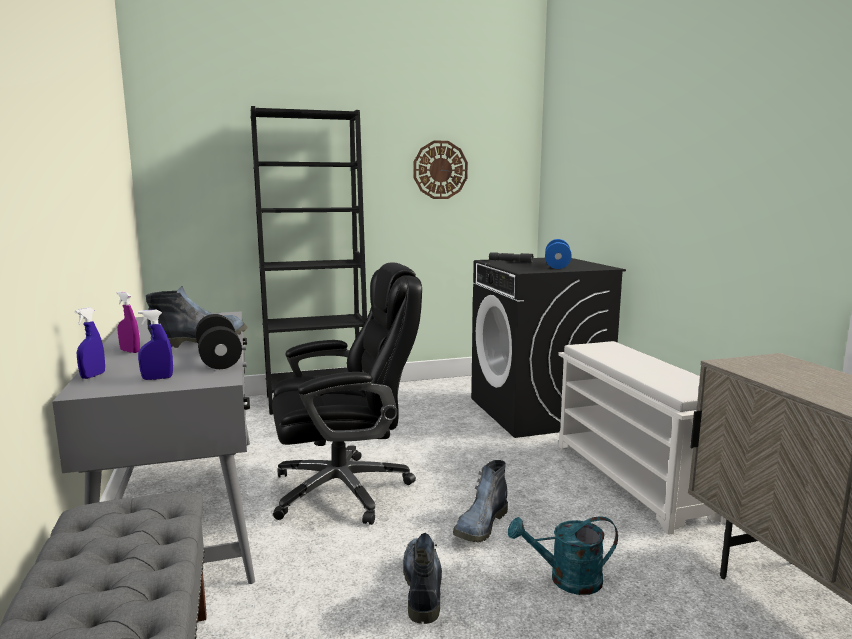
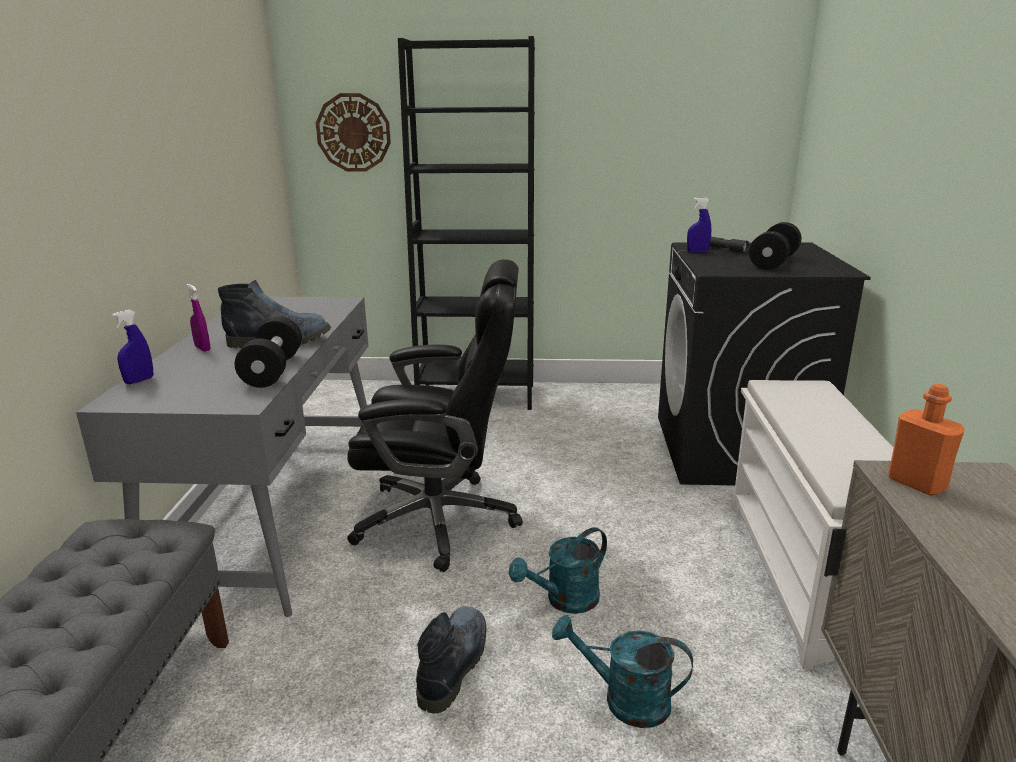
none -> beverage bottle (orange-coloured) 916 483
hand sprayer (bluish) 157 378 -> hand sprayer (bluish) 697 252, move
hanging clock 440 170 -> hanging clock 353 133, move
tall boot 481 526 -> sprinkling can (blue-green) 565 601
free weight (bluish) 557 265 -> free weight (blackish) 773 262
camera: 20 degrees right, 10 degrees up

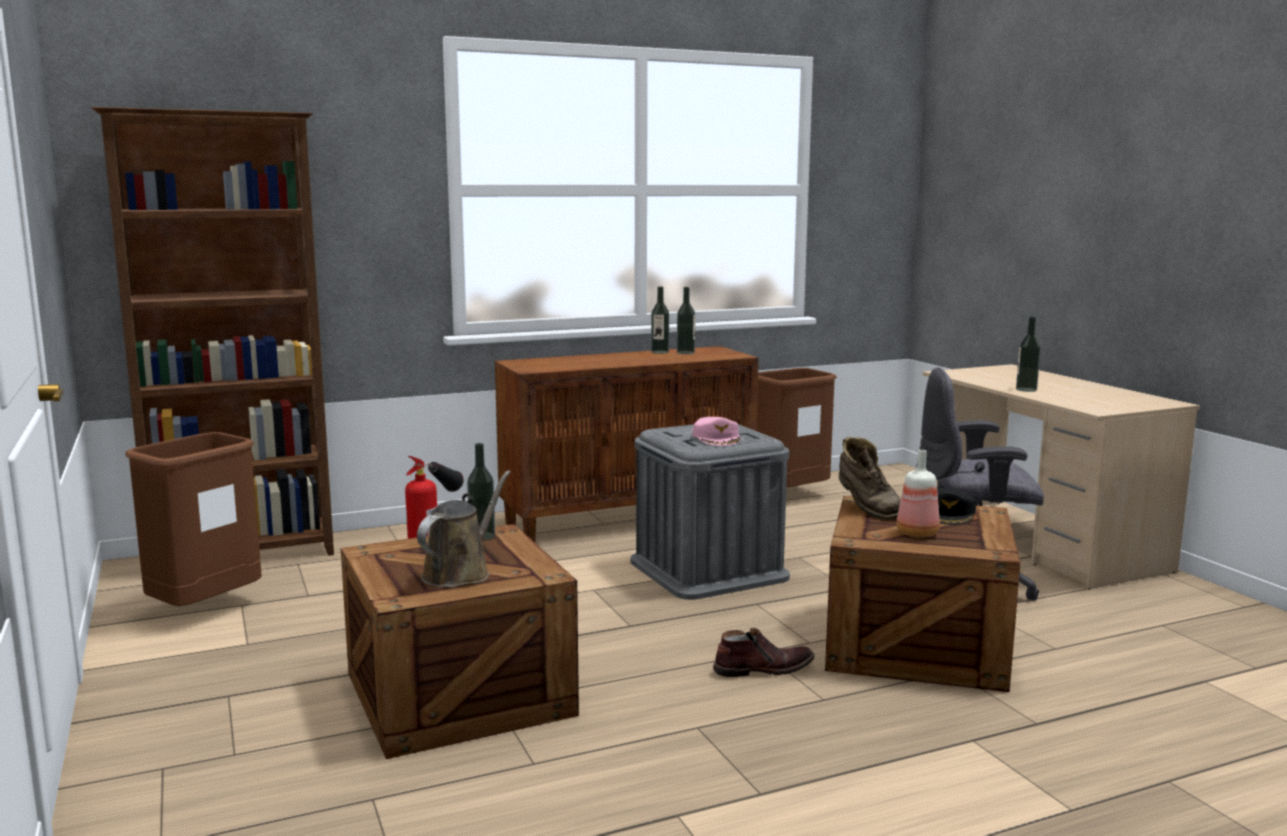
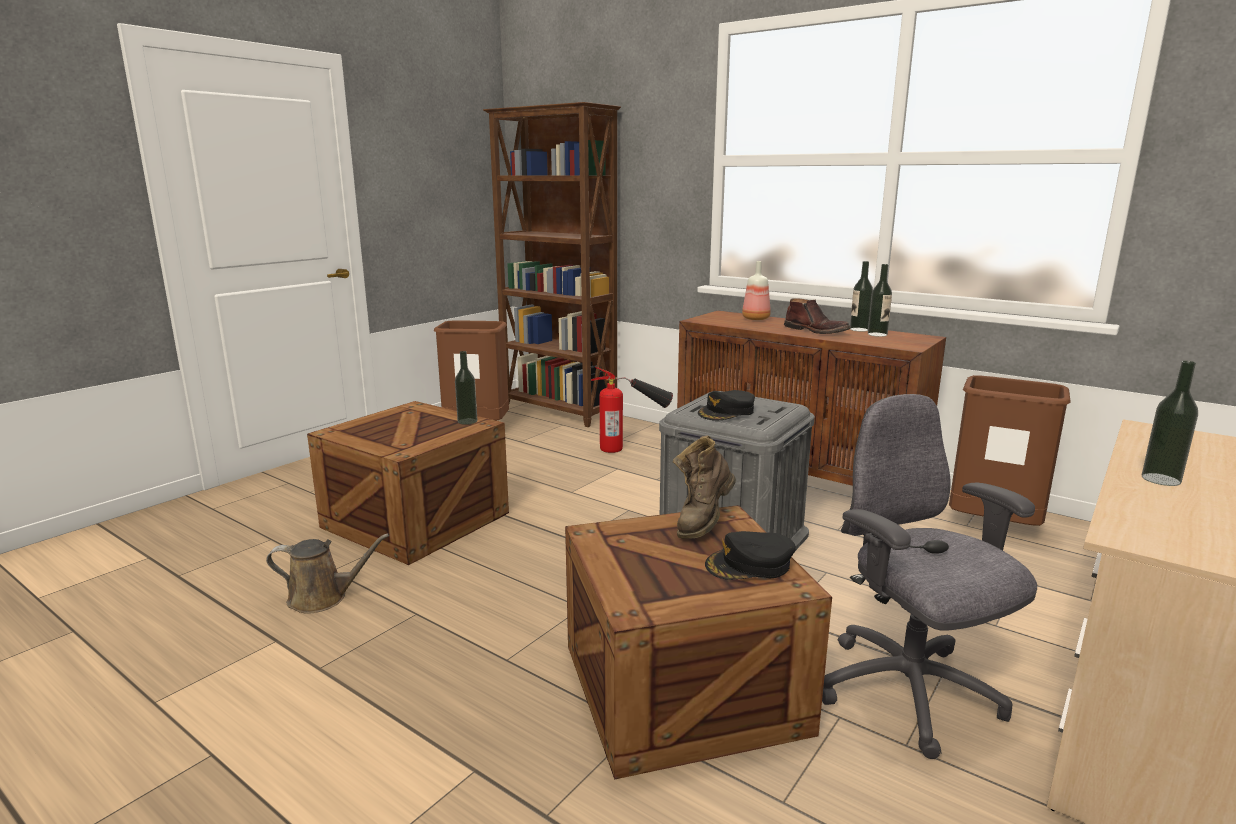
sprinkling can (brown-coloured) 460 573 -> sprinkling can (brown-coloured) 323 598, move
tall boot (brown-coloured) 763 669 -> tall boot (brown-coloured) 816 331, move
beverage bottle 916 533 -> beverage bottle 756 318, move
baseball cap (pinkish) 717 438 -> baseball cap (blackish) 727 412
camera: 60 degrees right, 5 degrees up

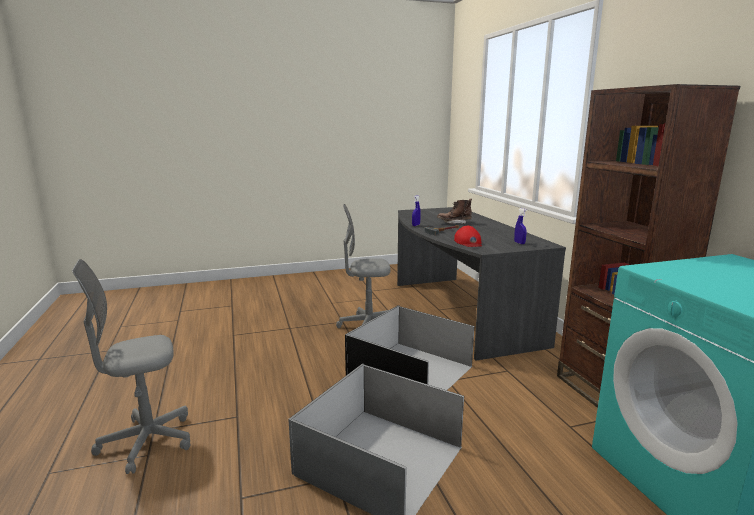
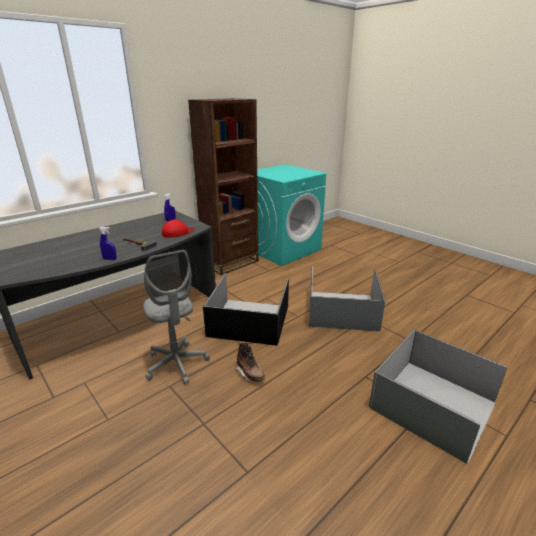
tall boot (brown-coloured) 454 223 -> tall boot (brown-coloured) 250 373, move
desk chair (greyish) 147 442 -> storage container (greyish) 432 406
camera: 115 degrees left, 10 degrees up

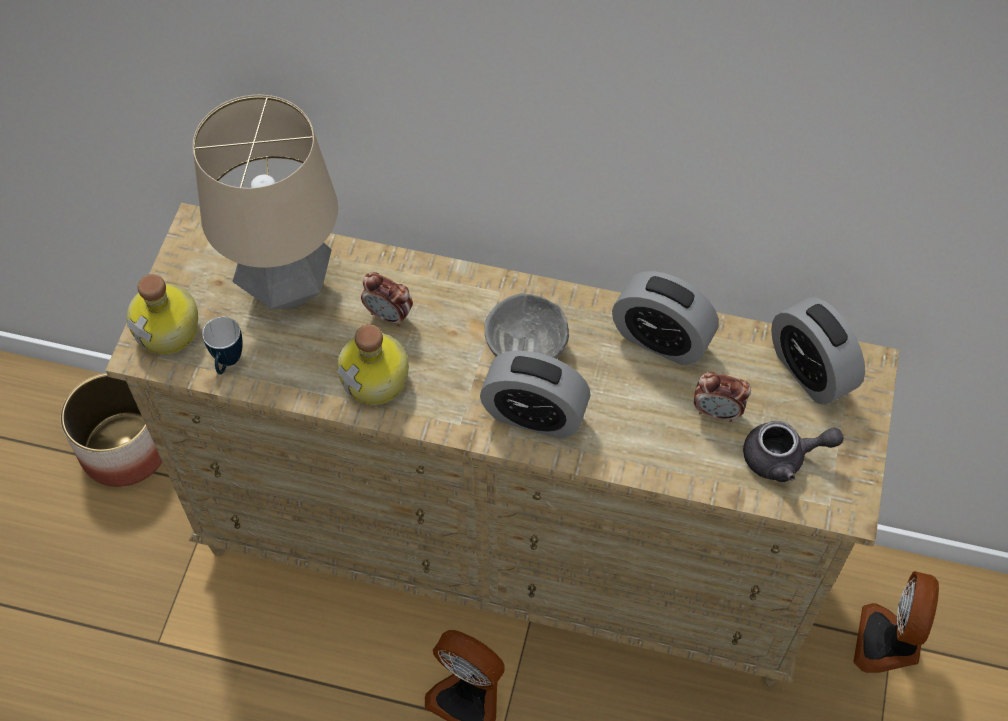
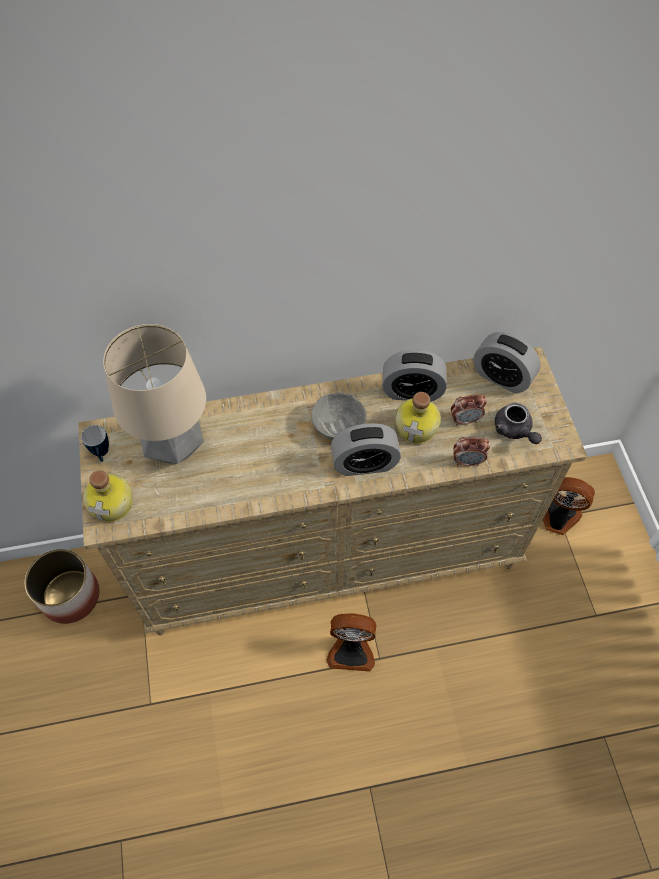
mug 227 363 -> mug 102 455, move
beverage bottle 377 380 -> beverage bottle 417 427, move
bedside clock 389 315 -> bedside clock 467 461, move
tea pot (greyish) 783 457 -> tea pot (greyish) 514 430, 90 degrees clockwise
electric fan 889 642 -> electric fan 558 517, 120 degrees clockwise
camera: 25 degrees left, 0 degrees up

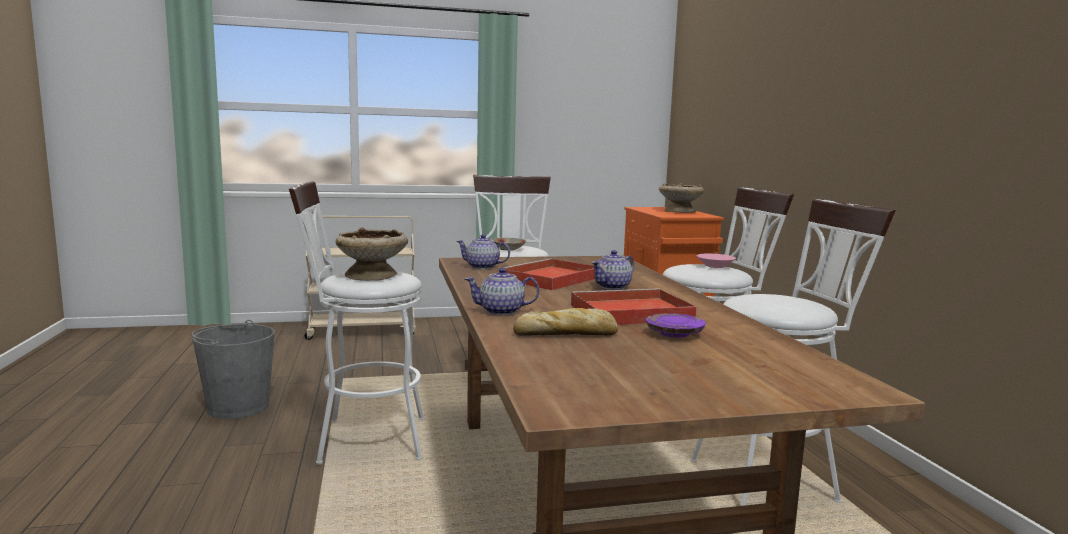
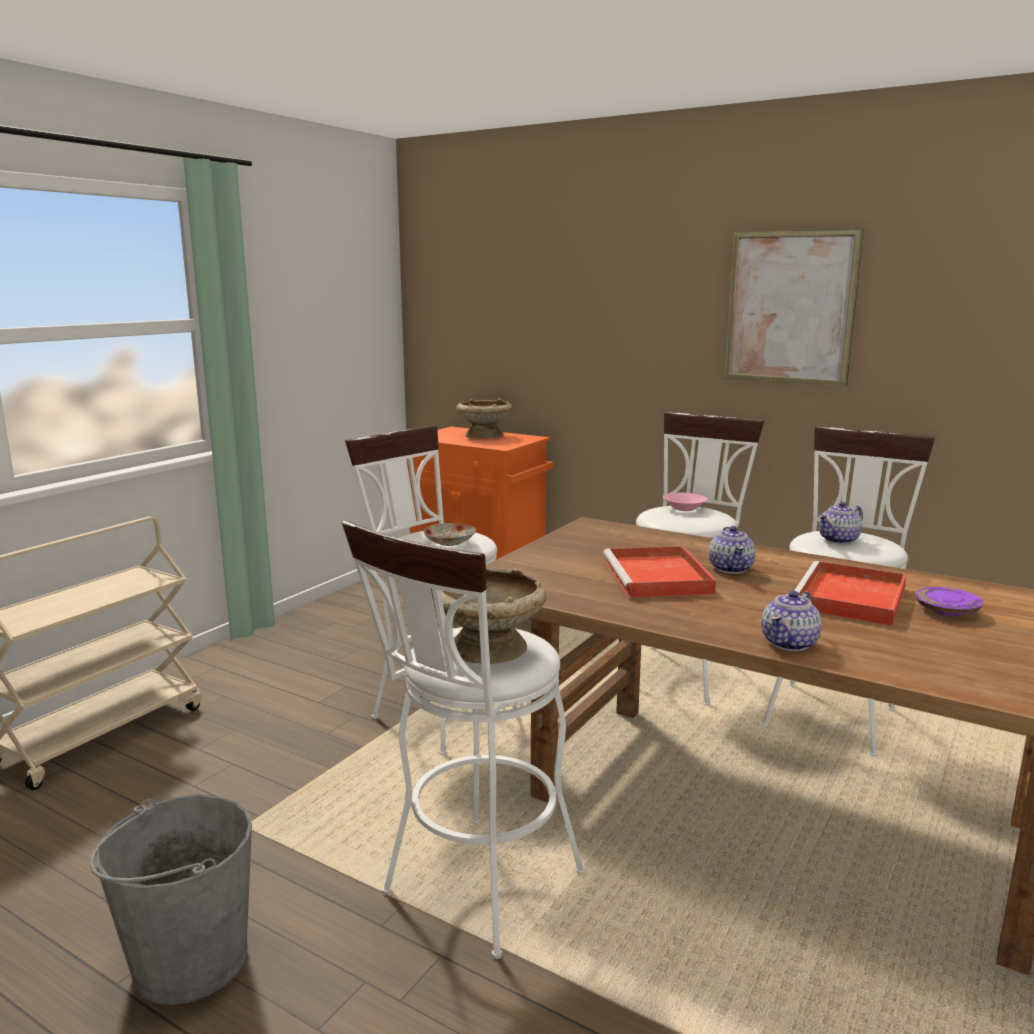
bakery bread 567 333 -> none
none -> wall picture 789 308
tea pot 483 267 -> tea pot 839 540, move
camera: 45 degrees left, 5 degrees up

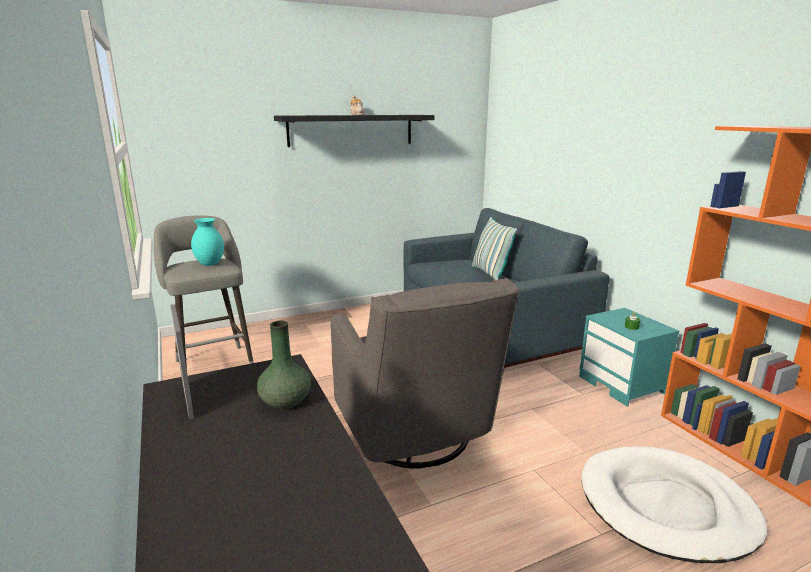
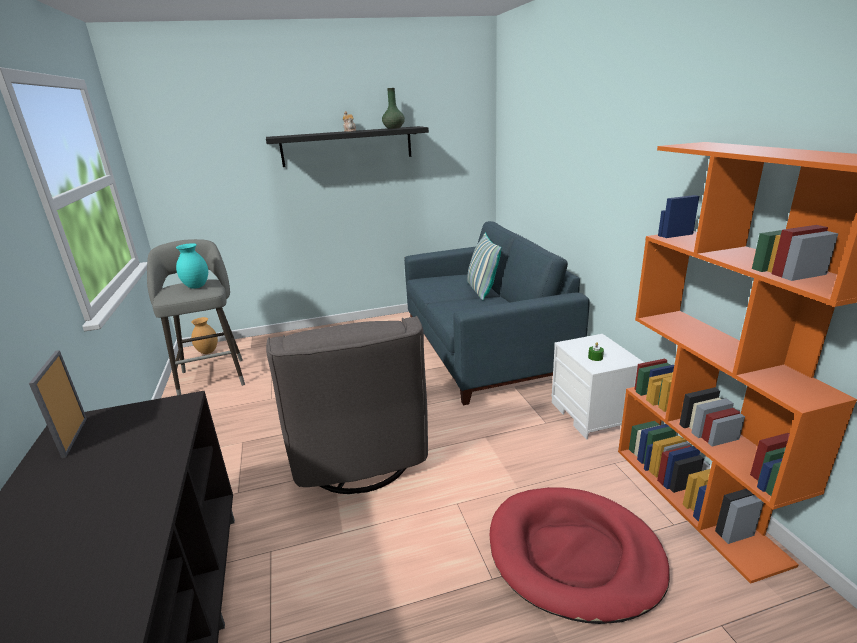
none -> vase (brown-coloured) 208 352
vase (green-coloured) 286 401 -> vase (green-coloured) 394 128, move
nightstand (blue-green) 622 385 -> nightstand (white-coloured) 593 415
pet bed (white-coloured) 666 507 -> pet bed (reddish) 574 555
camera: 10 degrees right, 5 degrees up

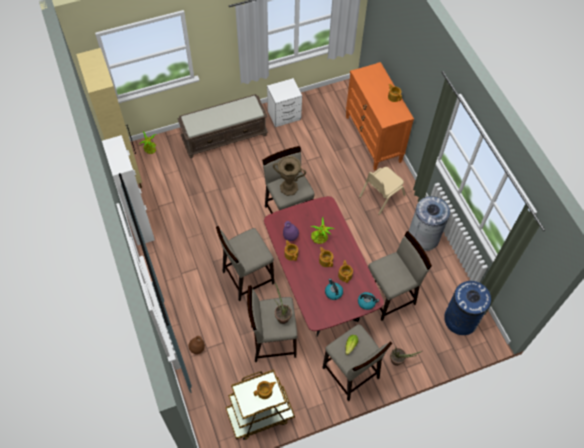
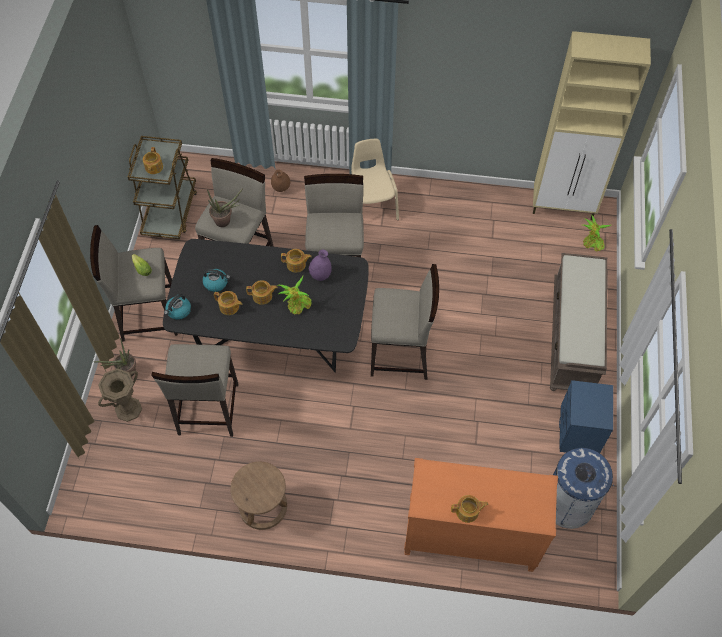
storage cabinet (white-coloured) 141 226 -> none
vase (brown-coloured) 289 188 -> vase (brown-coloured) 128 409, move
chair (beige-coloured) 381 195 -> chair (beige-coloured) 372 203, move
waste bin (bluish) 460 319 -> waste bin (bluish) 568 503, move
waste bin (greyish) 423 237 -> sitting stool (brown-coloured) 263 506
kitchen table (reddish) 319 287 -> kitchen table (blackish) 274 338
nightstand (white-coloured) 285 115 -> nightstand (bluish) 577 433
camera: 120 degrees right, 0 degrees up

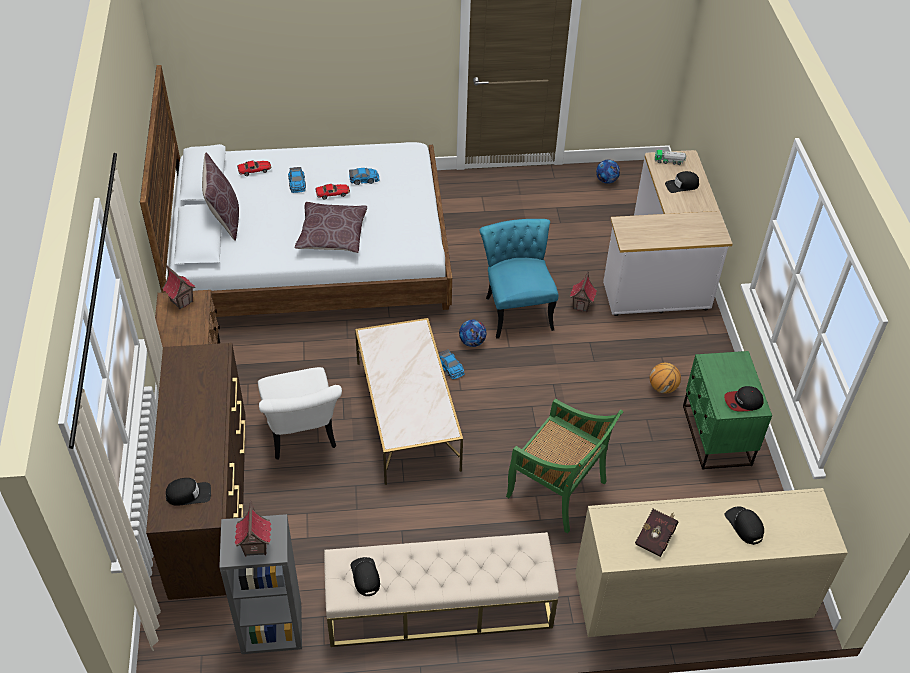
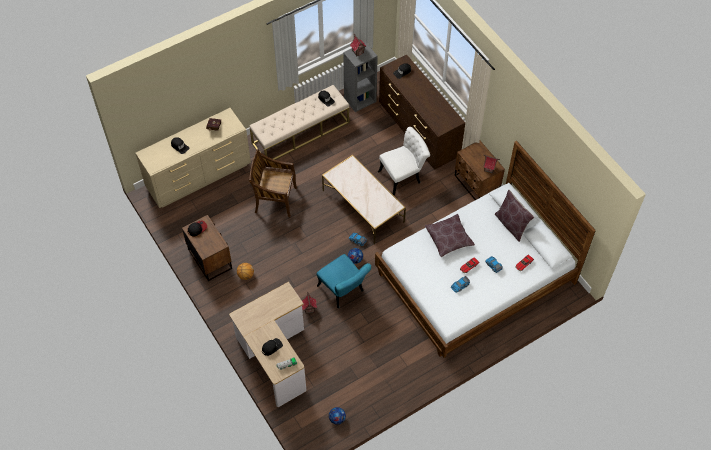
chair (green-coloured) 558 490 -> chair (brown-coloured) 275 199
nightstand (green-coloured) 715 436 -> nightstand (brown-coloured) 210 259
chair (white-coloured) 302 437 -> chair (white-coloured) 403 176, 105 degrees clockwise
camera: 155 degrees right, 10 degrees up

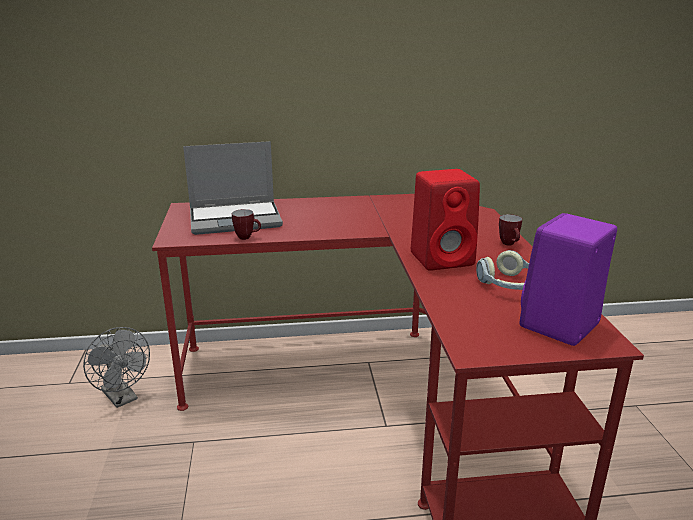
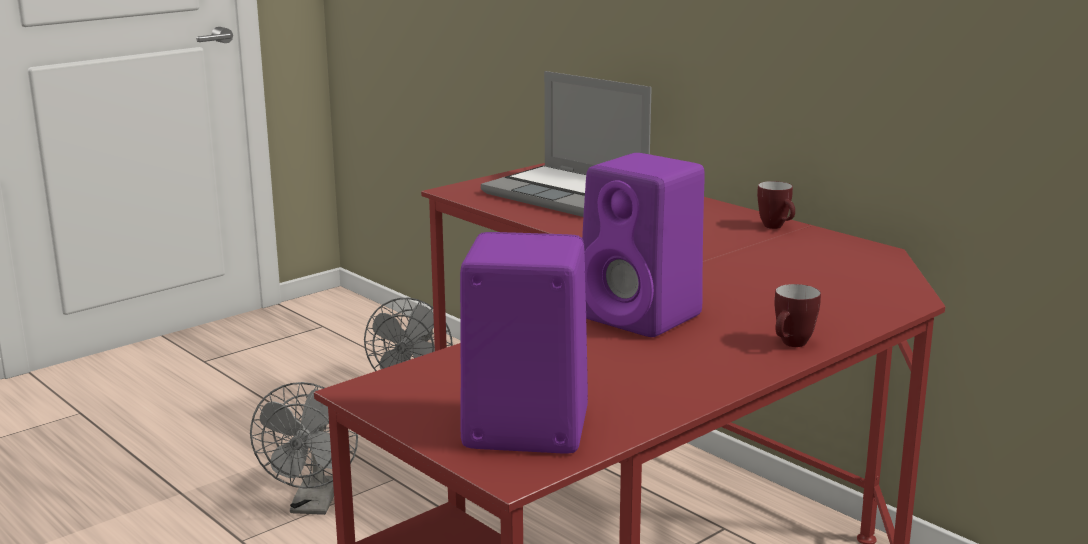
headset 510 285 -> none
none -> electric fan (greyish) 314 505
mug 247 237 -> mug 777 227, move
speaker (reddish) 443 259 -> speaker (purple) 645 317
camera: 55 degrees right, 5 degrees down

